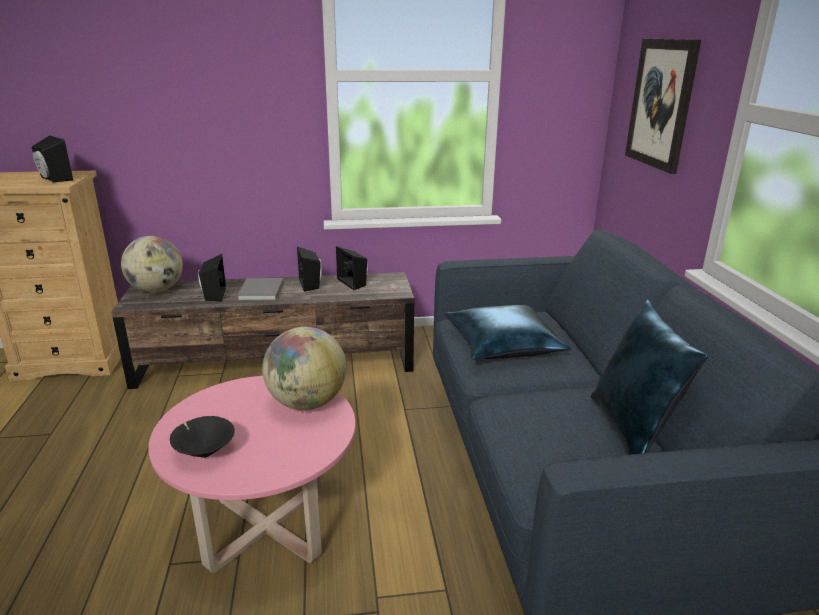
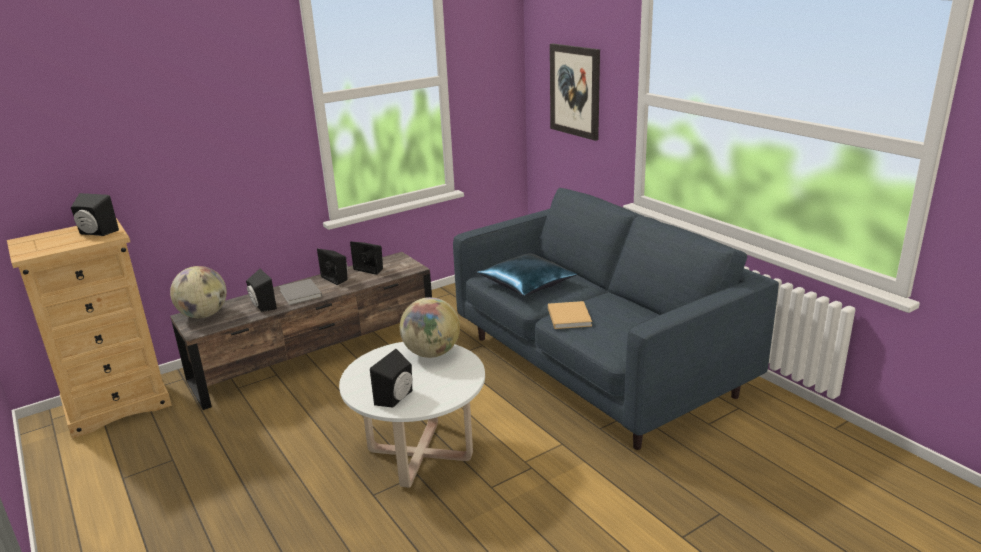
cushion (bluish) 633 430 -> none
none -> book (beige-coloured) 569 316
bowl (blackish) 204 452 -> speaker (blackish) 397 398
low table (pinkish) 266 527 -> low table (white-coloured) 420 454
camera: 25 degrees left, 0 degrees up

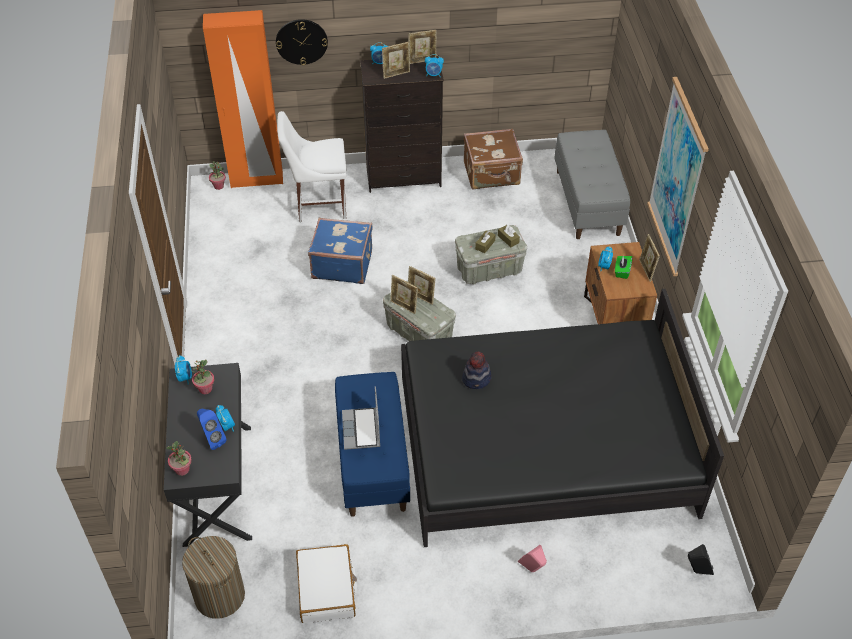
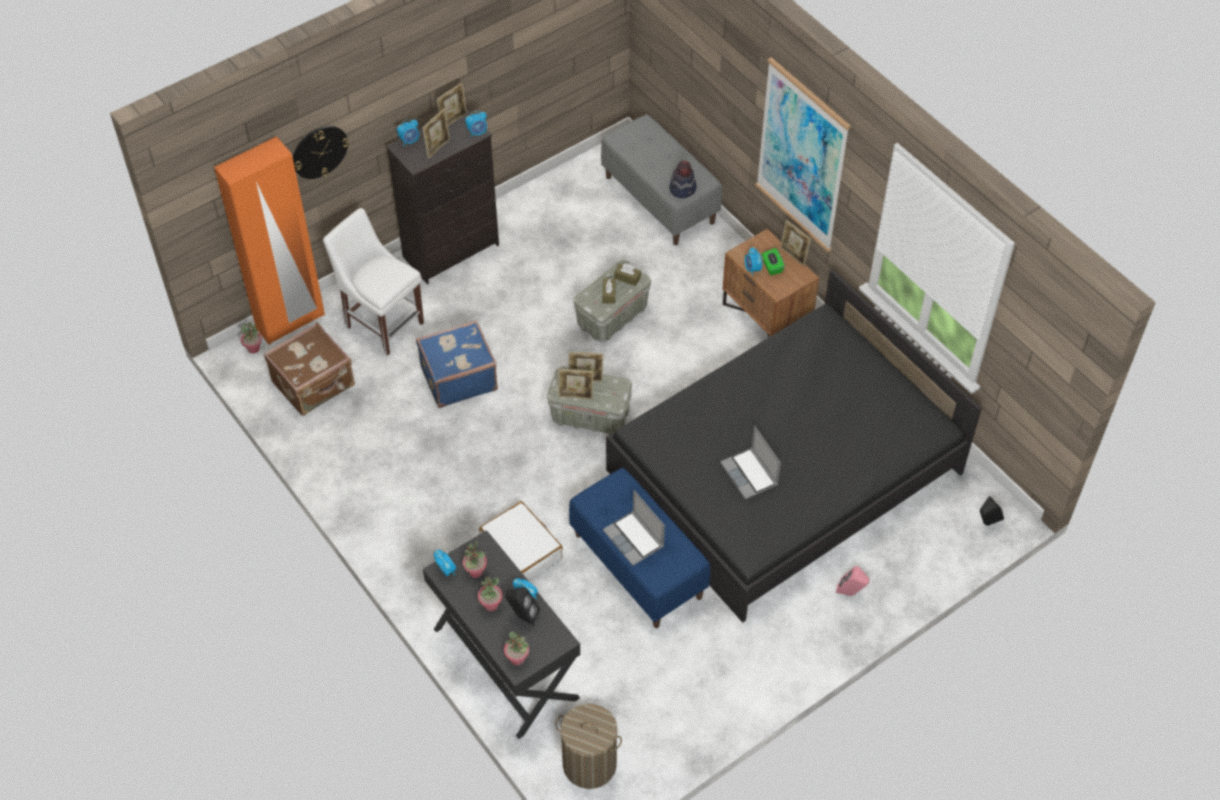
none -> plant in a pot 491 604
none -> notebook computer 750 474
suitcase (white-coloured) 327 589 -> suitcase (white-coloured) 521 549, move
clothing hat 477 379 -> clothing hat 683 188, move
suitcase (brown-coloured) 492 174 -> suitcase (brown-coloured) 314 384, move
speaker (bluish) 212 440 -> speaker (blackish) 522 616
chair (white-coloured) 318 205 -> chair (white-coloured) 382 323, 75 degrees clockwise
camera: 30 degrees left, 5 degrees up

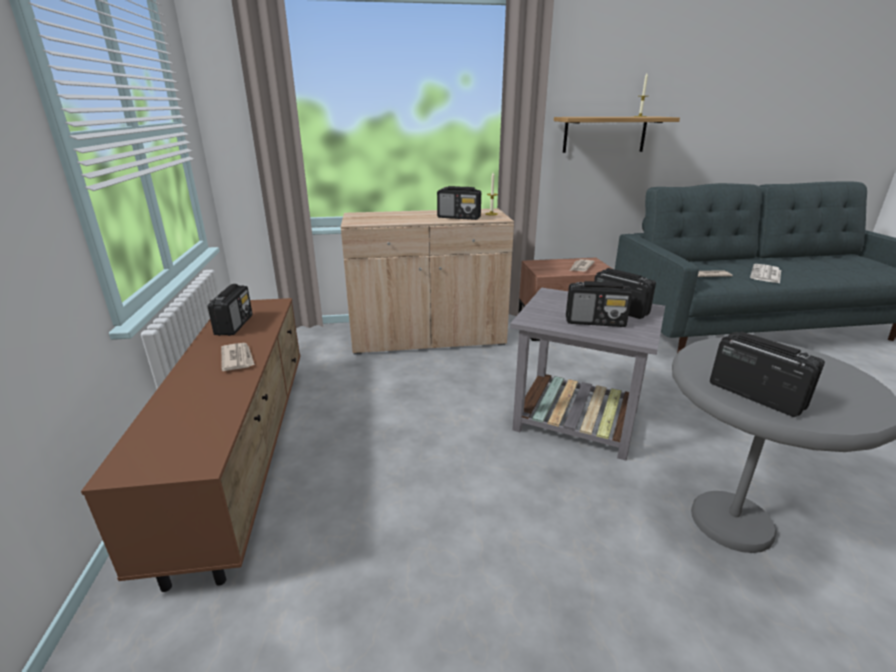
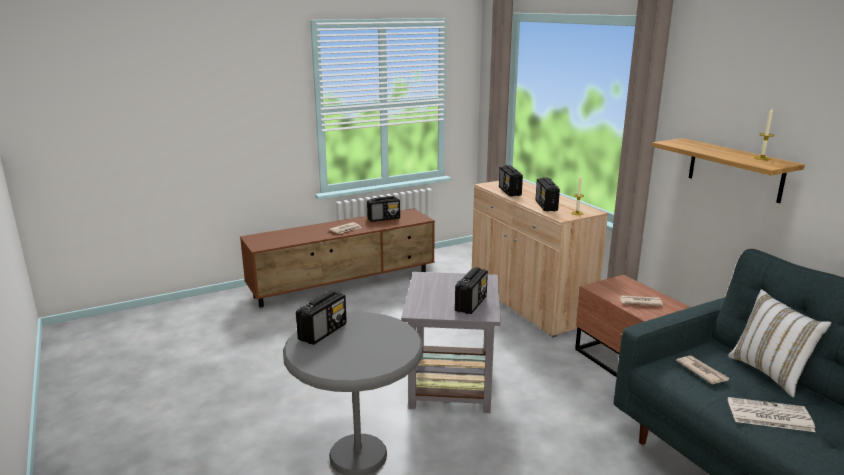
none -> cushion (white-coloured) 770 373
radio 596 322 -> radio 509 192, move
camera: 70 degrees right, 5 degrees down

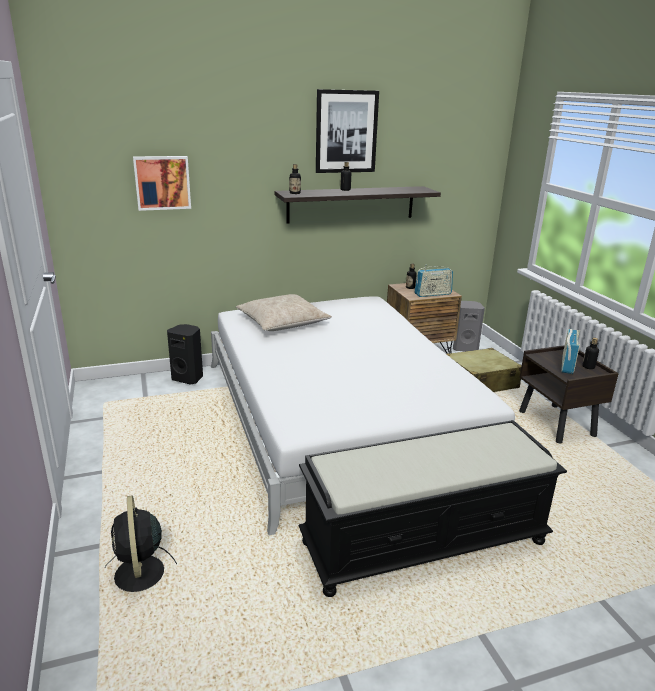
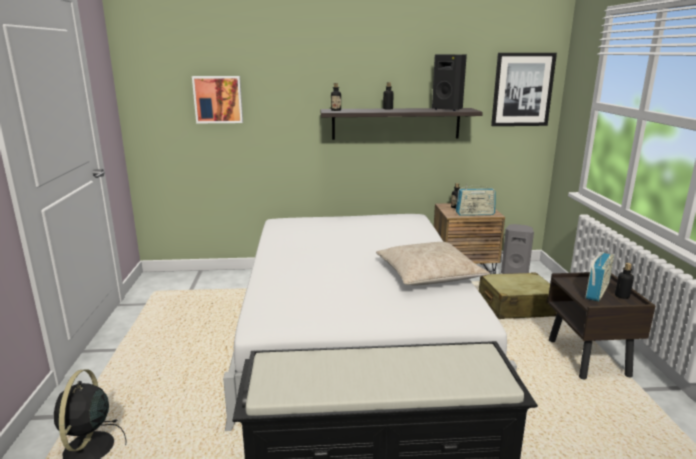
speaker (blackish) 188 378 -> speaker (blackish) 448 109, move
cushion (beige-coloured) 282 322 -> cushion (beige-coloured) 428 274, move
wall picture 346 132 -> wall picture 522 89, move
camera: 15 degrees right, 5 degrees down

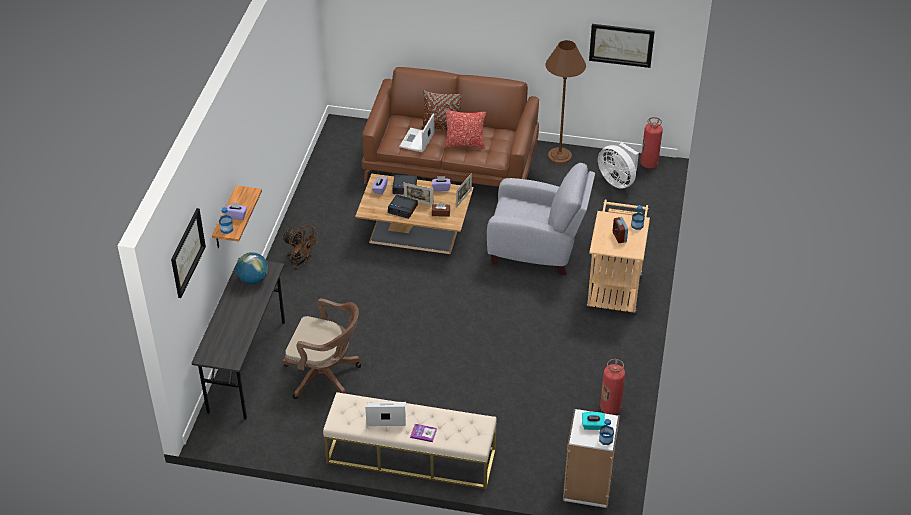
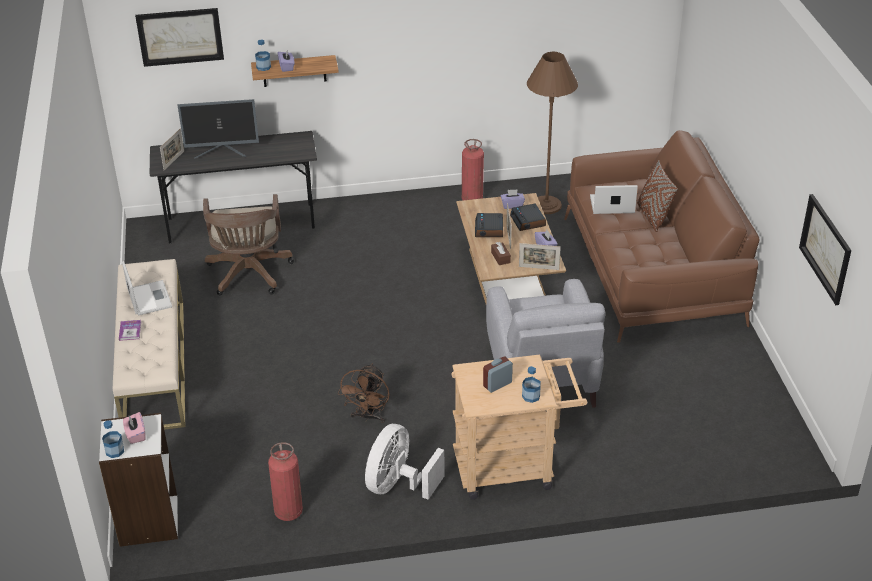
world globe 253 279 -> none
cushion 465 144 -> none
none -> picture frame 174 160
none -> computer display 222 152
electric fan (brown-coloured) 301 262 -> electric fan (brown-coloured) 368 417, move
standard lamp (brown-coloured) 560 156 -> standard lamp (brown-coloured) 546 205, move
electric fan (white-coloured) 617 180 -> electric fan (white-coloured) 398 485, move
fire-fighting cylinder 649 164 -> fire-fighting cylinder 472 199, move
tissue box (blue-green) 592 425 -> tissue box (pinkish) 135 435
camera: 70 degrees right, 5 degrees down

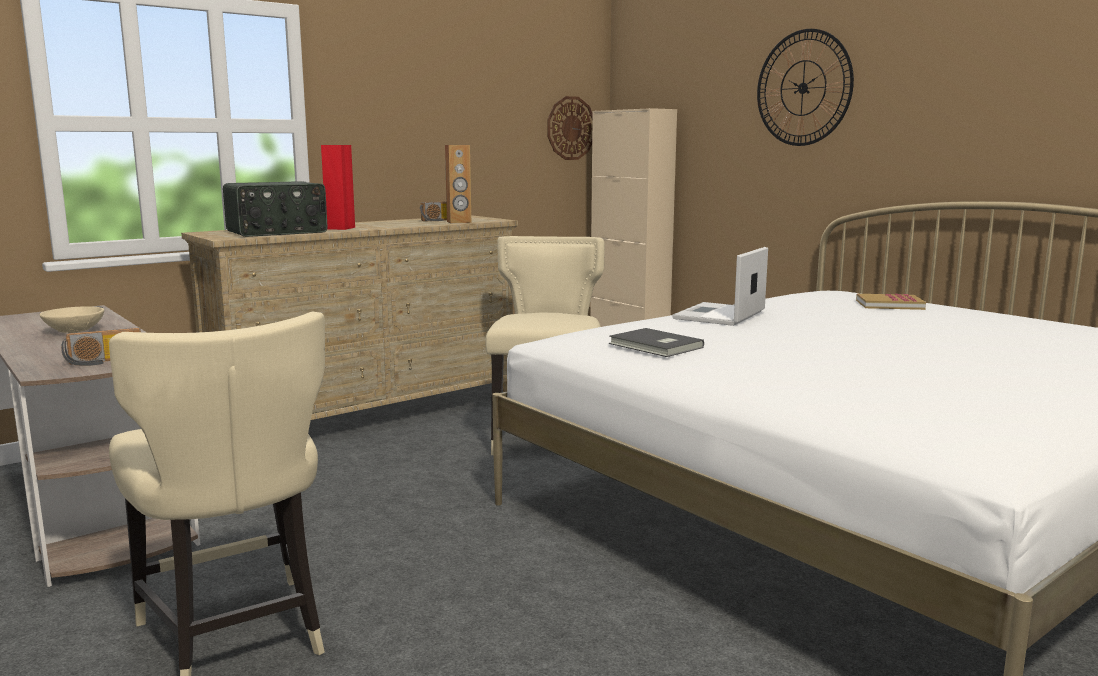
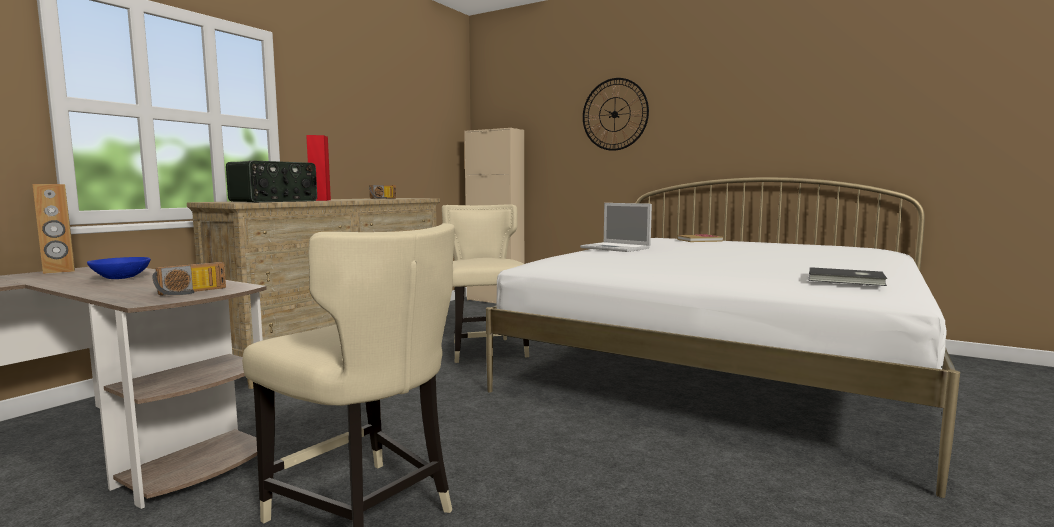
hanging clock 570 128 -> none
speaker (brown-coloured) 459 222 -> speaker (brown-coloured) 59 271, move
book (greyish) 655 346 -> book (greyish) 846 280, move
bowl (beige-coloured) 74 331 -> bowl (bluish) 121 278
notebook computer 719 315 -> notebook computer 616 248, 60 degrees counterclockwise
camera: 20 degrees left, 5 degrees down

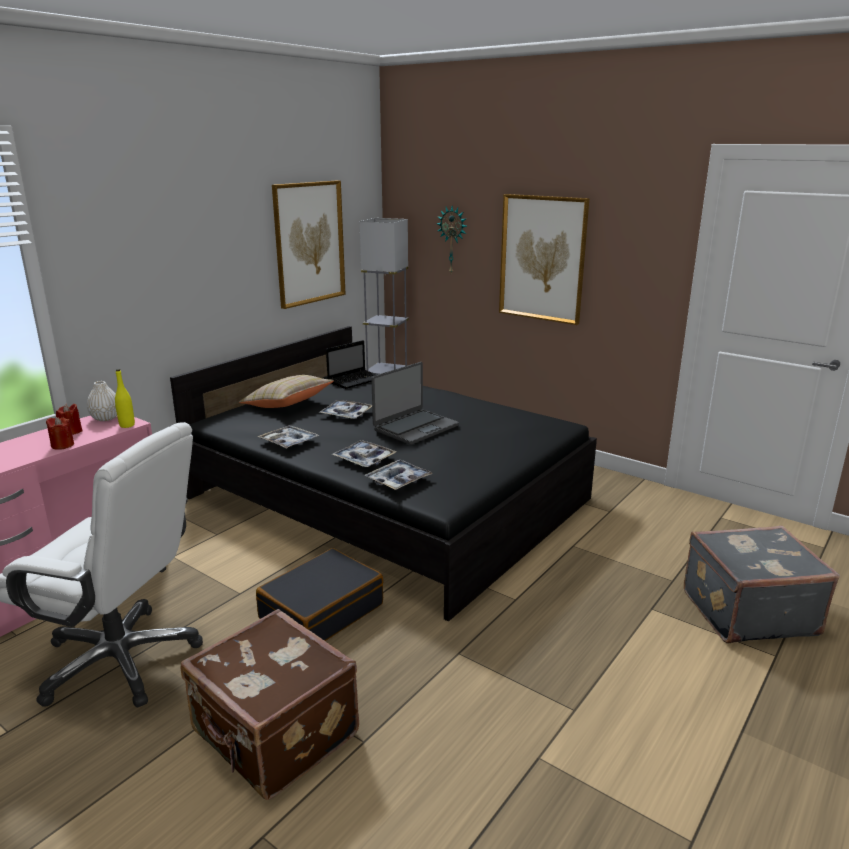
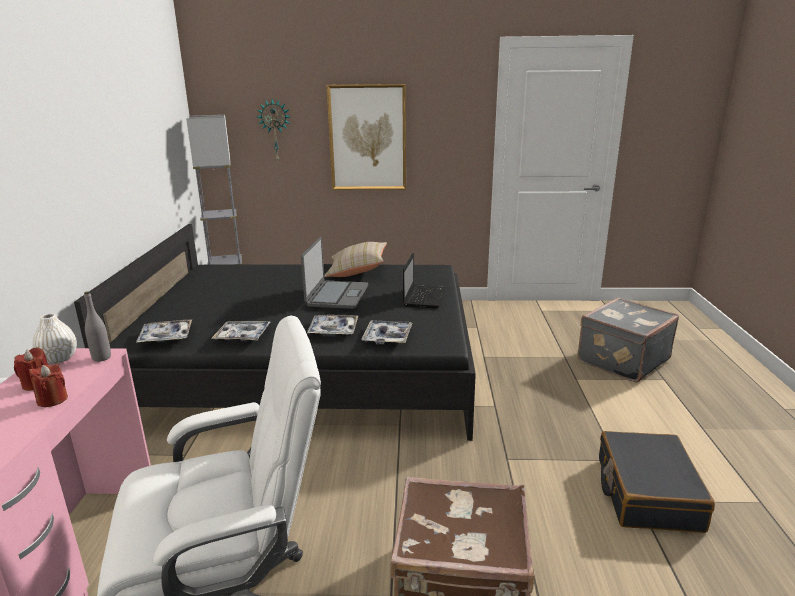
wall picture 309 243 -> none
cushion (beige-coloured) 287 405 -> cushion (beige-coloured) 357 271, move
suitcase (blackish) 321 611 -> suitcase (blackish) 646 493, move
serving tray 346 414 -> serving tray 166 336, move
notebook computer 356 380 -> notebook computer 424 297, move
beverage bottle (yellow) 127 425 -> beverage bottle (greyish) 101 358
camera: 35 degrees left, 0 degrees up

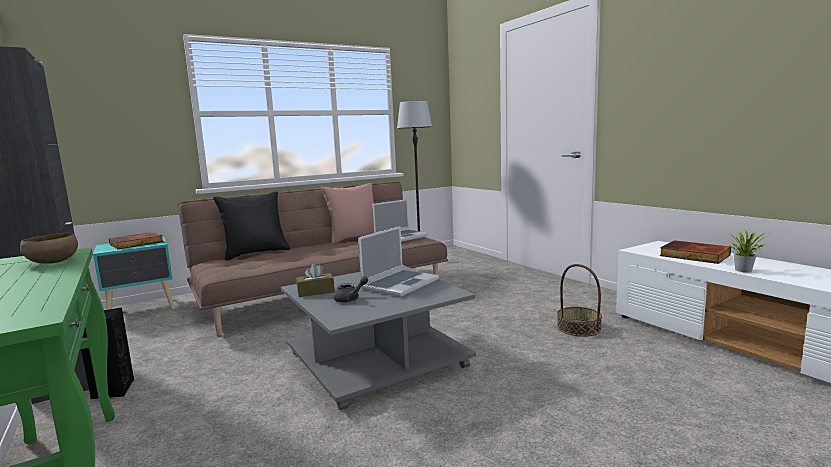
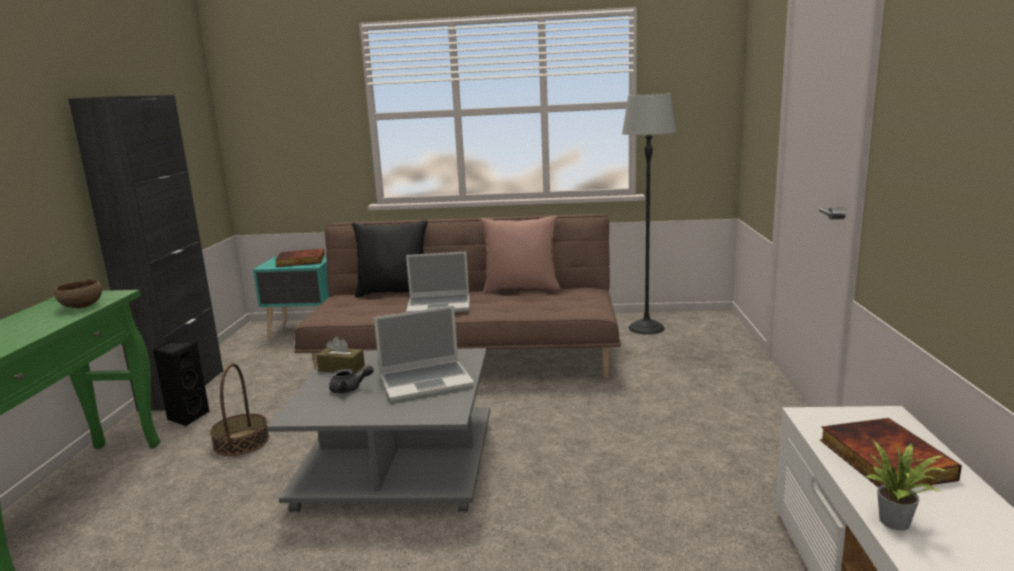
notebook computer 401 237 -> notebook computer 440 305, move
basket 578 328 -> basket 241 442, move
camera: 35 degrees right, 5 degrees up

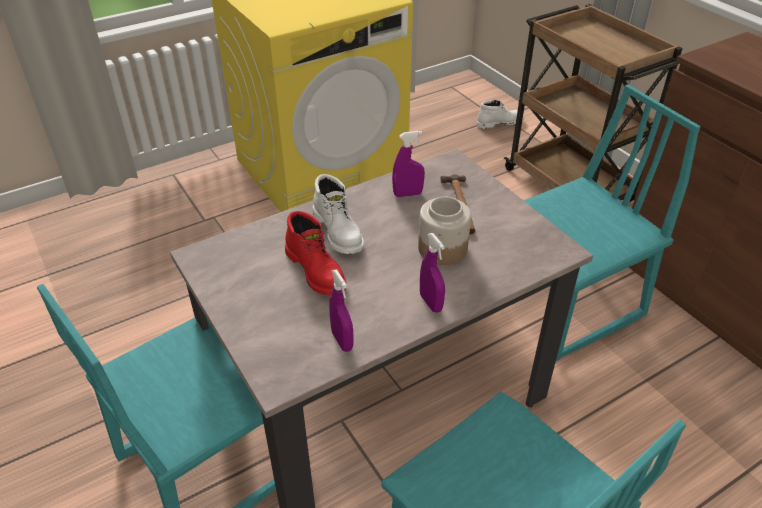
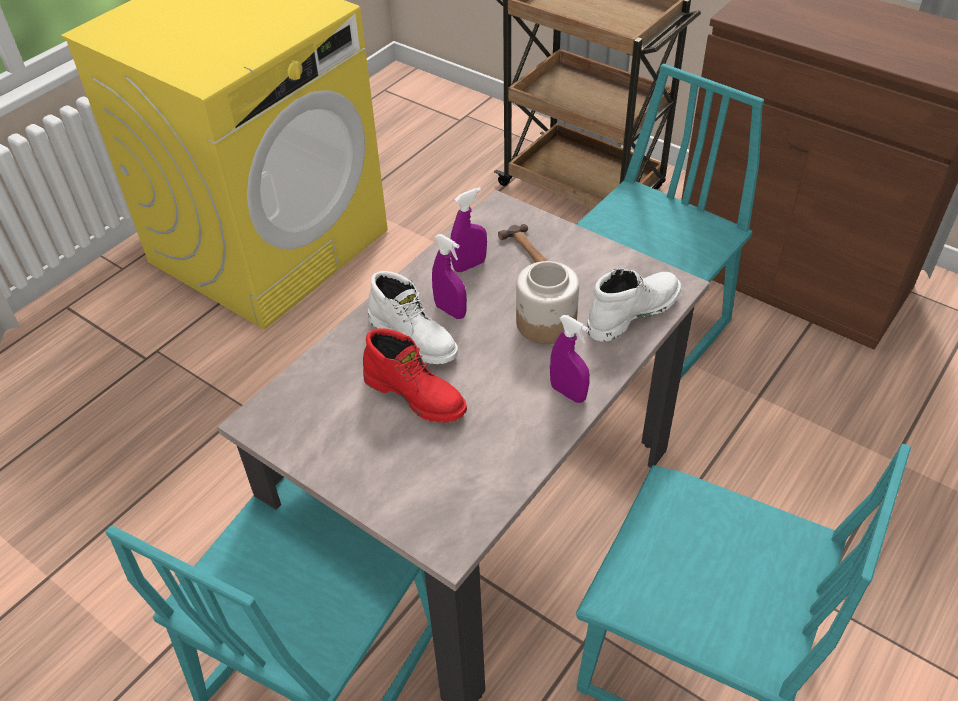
hand sprayer (purple) 342 341 -> hand sprayer (purple) 450 311, move
tall boot (white-coloured) 499 122 -> tall boot (white-coloured) 632 311, move
camera: 20 degrees left, 5 degrees up

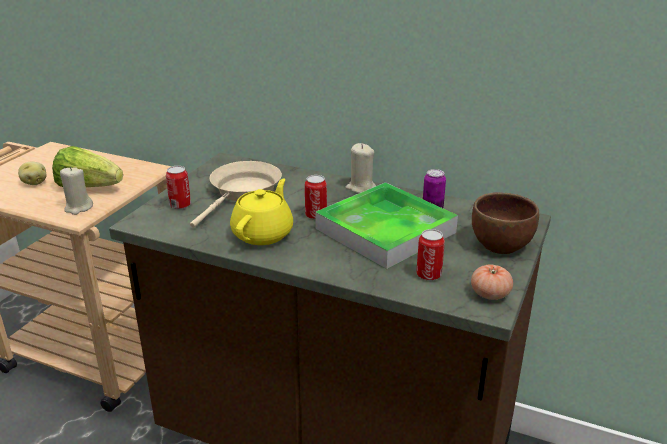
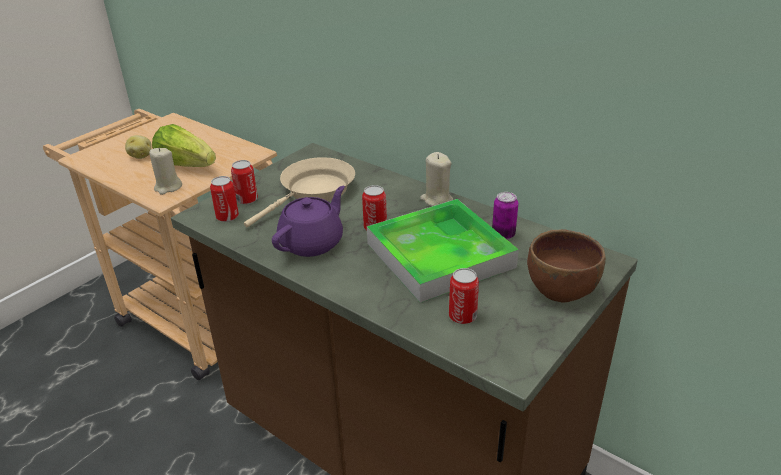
tomato 490 294 -> none
none -> metal can 227 217
tea pot (yellow) 263 234 -> tea pot (purple) 312 243
camera: 15 degrees right, 5 degrees up

